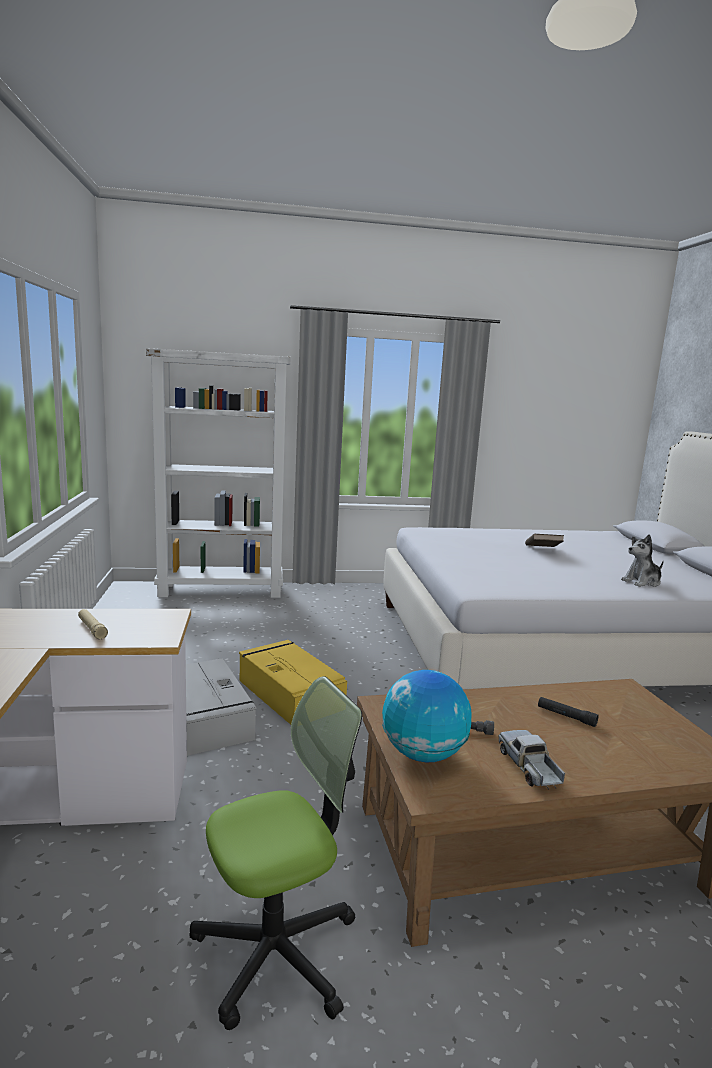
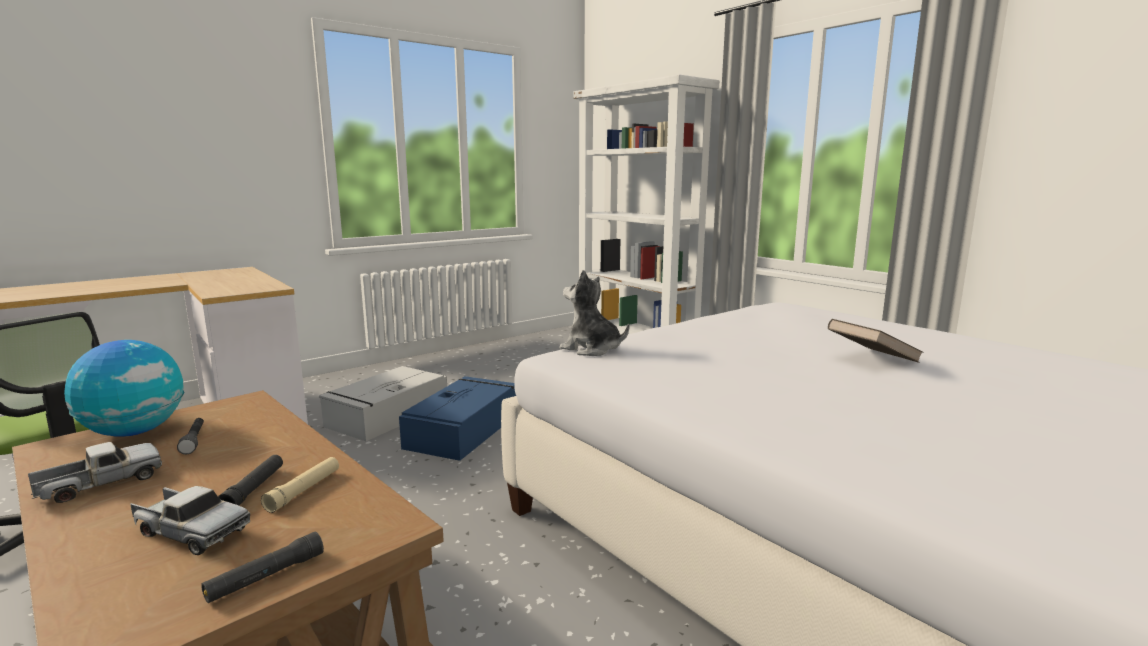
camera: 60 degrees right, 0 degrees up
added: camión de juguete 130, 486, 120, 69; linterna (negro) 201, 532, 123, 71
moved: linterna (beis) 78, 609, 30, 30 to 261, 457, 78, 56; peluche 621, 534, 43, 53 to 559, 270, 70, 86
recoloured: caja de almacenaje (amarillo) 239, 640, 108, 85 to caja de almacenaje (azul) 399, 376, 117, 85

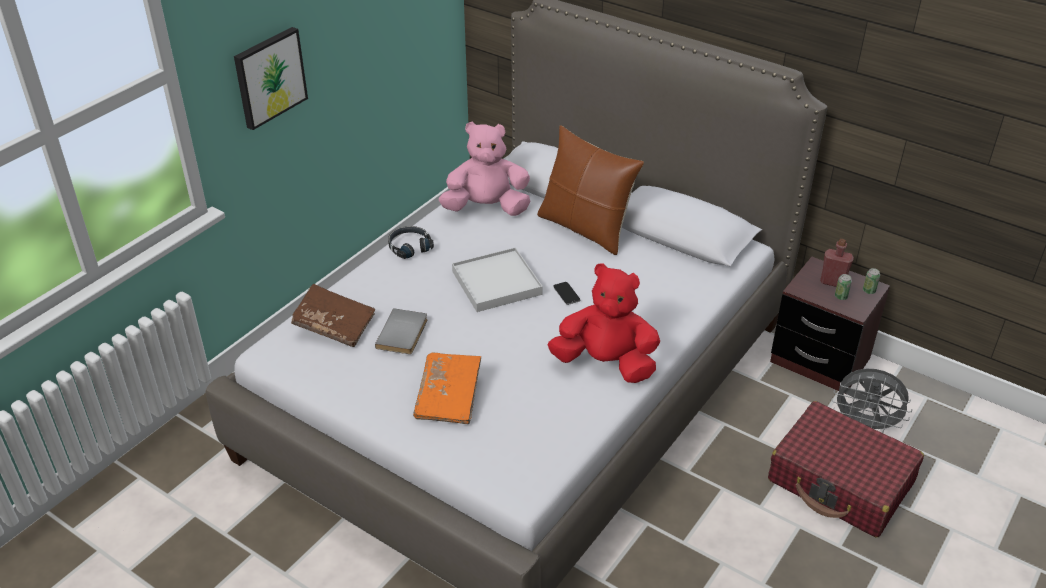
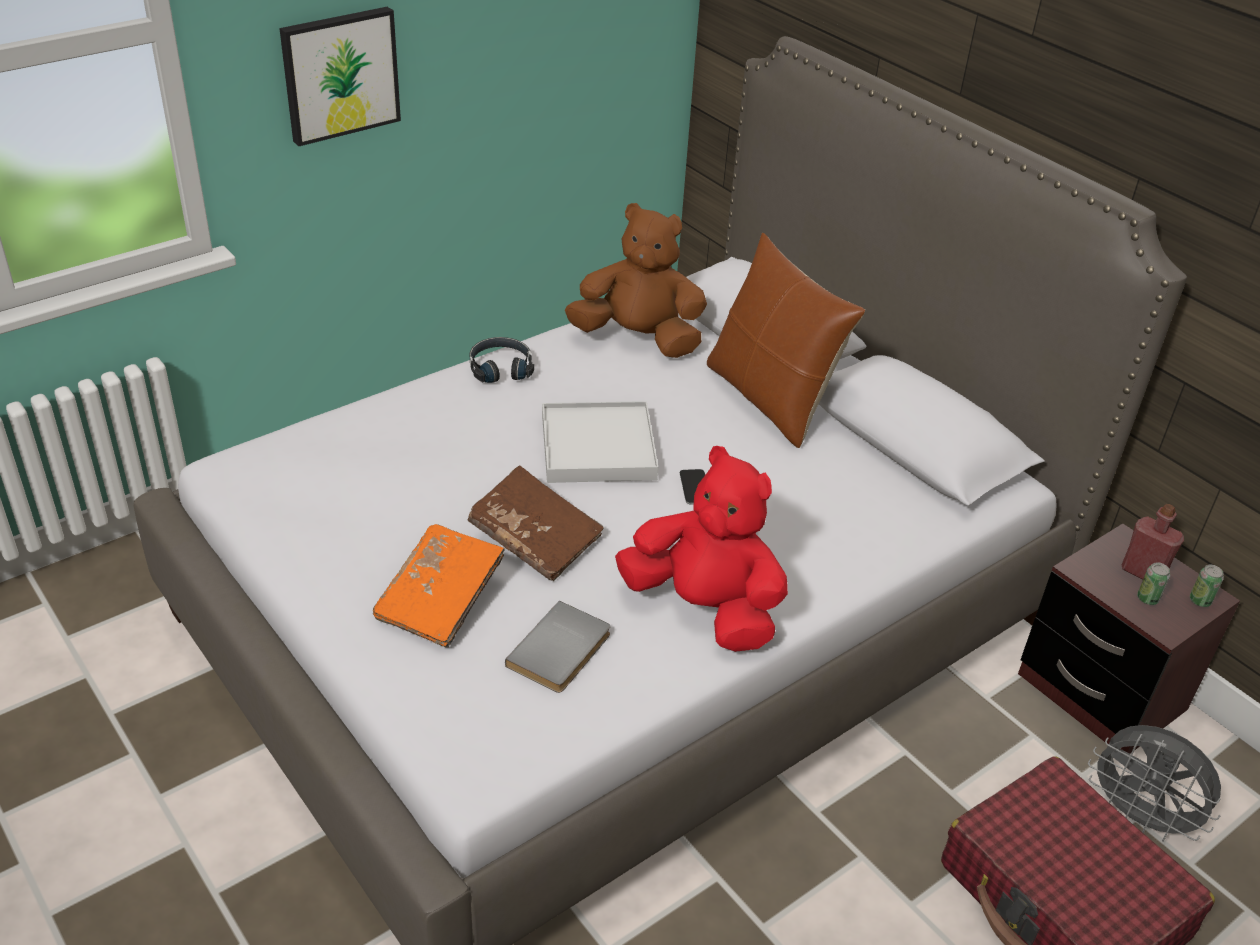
camera: 15 degrees right, 0 degrees up
moved: libro (marrón) 291, 284, 84, 63 to 468, 465, 136, 116; libro (gris) 375, 308, 52, 46 to 505, 601, 105, 92
recoloured: peluche (rosa) 439, 122, 92, 94 to peluche (marrón) 565, 203, 142, 155

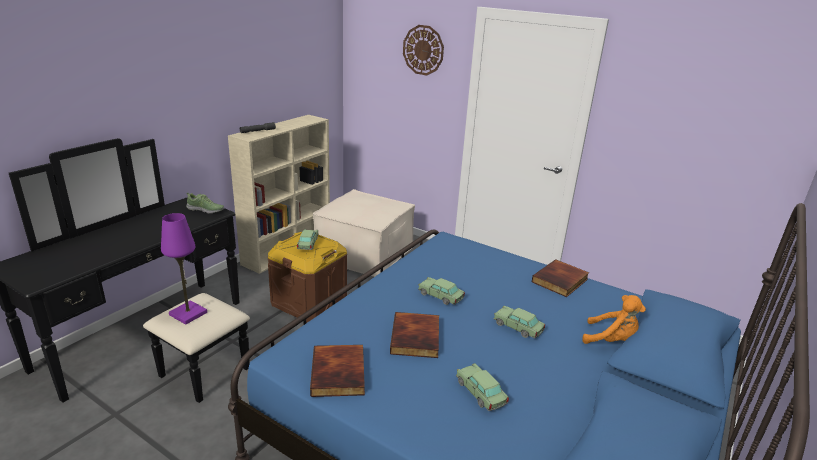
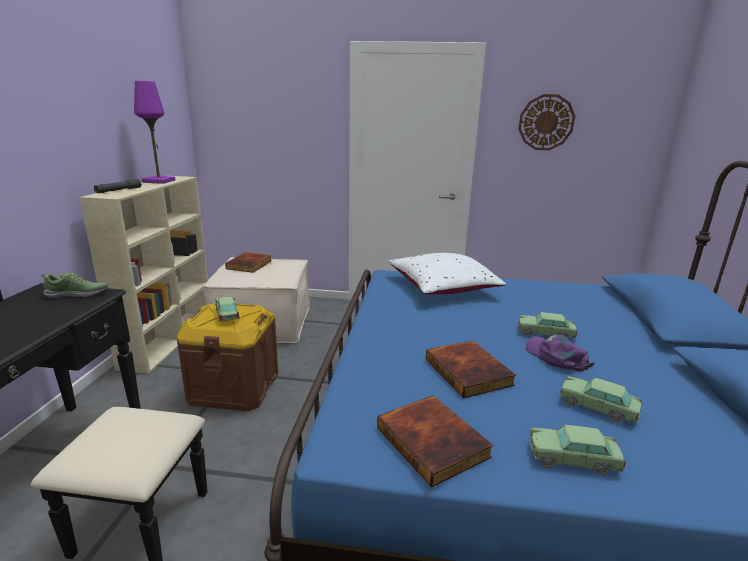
camera: 25 degrees left, 5 degrees down
removed: peluche (naranja) 582, 295, 64, 49
added: cojín (blanco) 389, 253, 117, 42; gorra (morado) 526, 334, 69, 37
moved: lámpara de mesa (morado) 161, 213, 46, 112 to 134, 81, 41, 103; reloj de pared 403, 25, 41, 50 to 518, 94, 57, 56; coche de juguete 418, 277, 47, 28 to 530, 425, 96, 50; libro 532, 259, 57, 38 to 225, 252, 47, 21

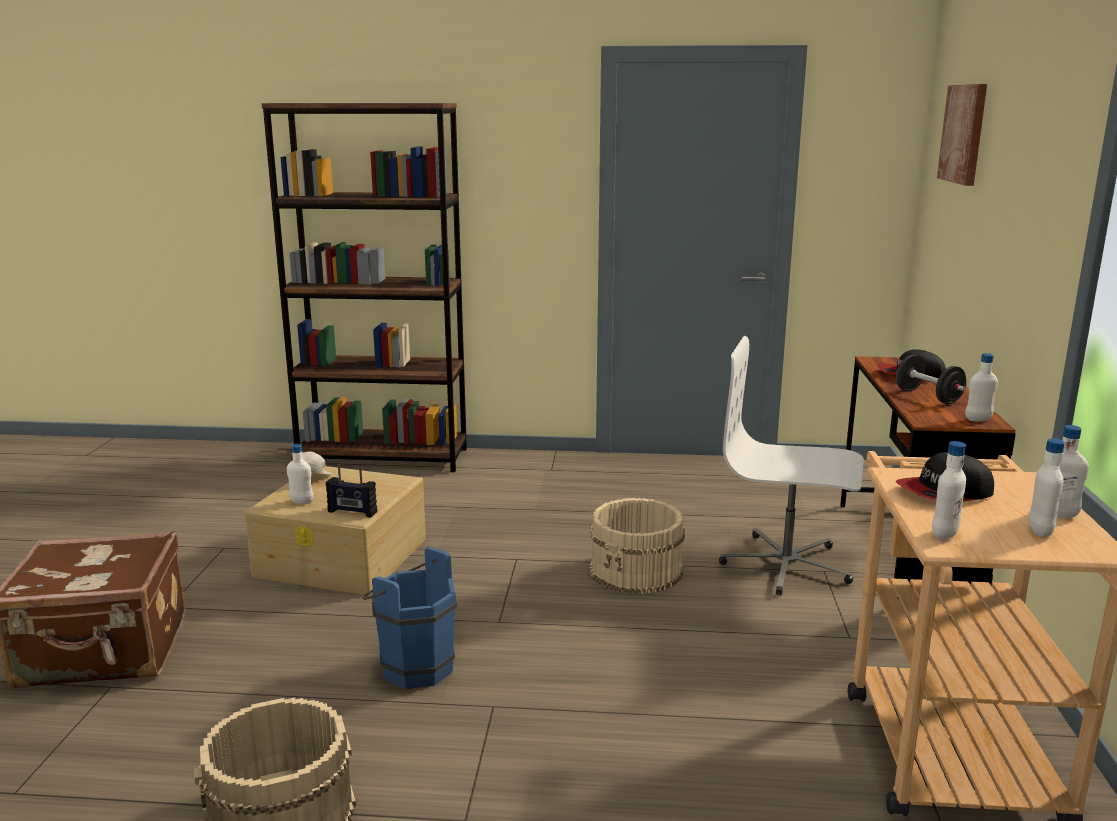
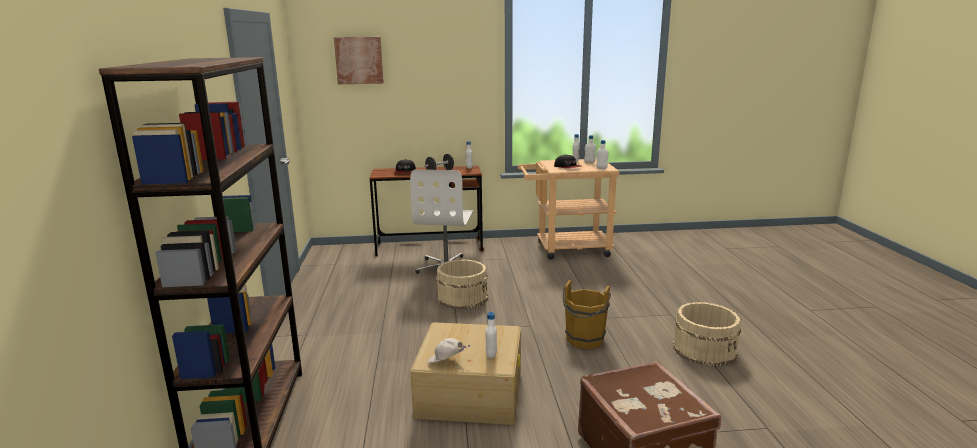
camera: 100 degrees left, 0 degrees up
removed: radio 326, 464, 51, 53
recoloured: cubo (azul) 362, 547, 95, 142 to cubo (marrón) 563, 280, 48, 69

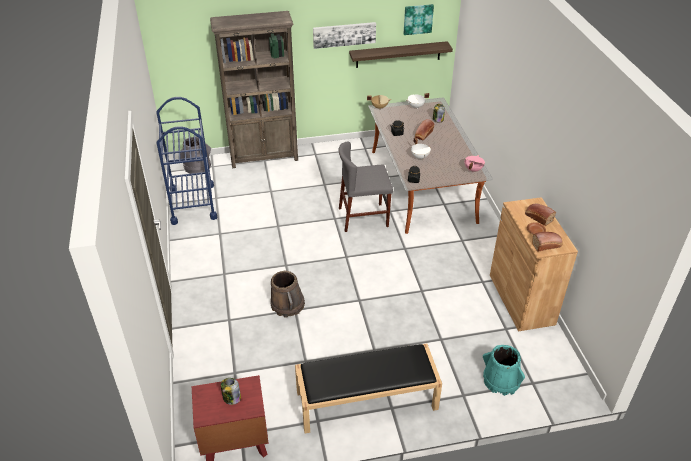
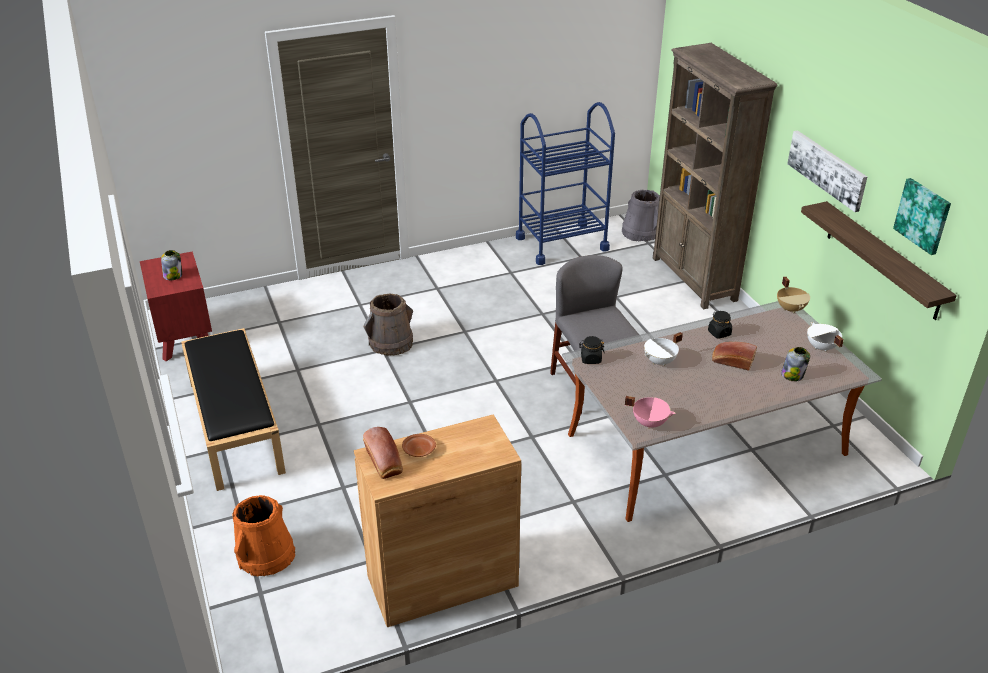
camera: 80 degrees right, 5 degrees down
removed: pan 525, 204, 31, 22
recoloured: cubo (turquesa) 483, 345, 42, 51 to cubo (naranja) 232, 495, 63, 81

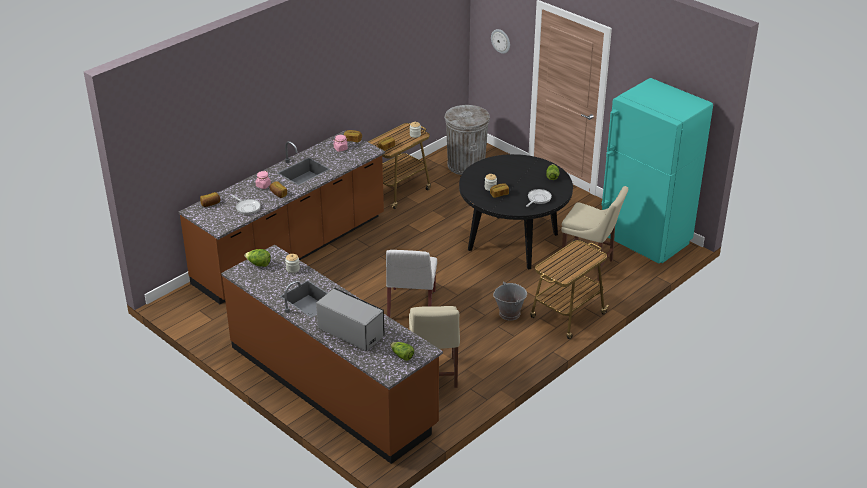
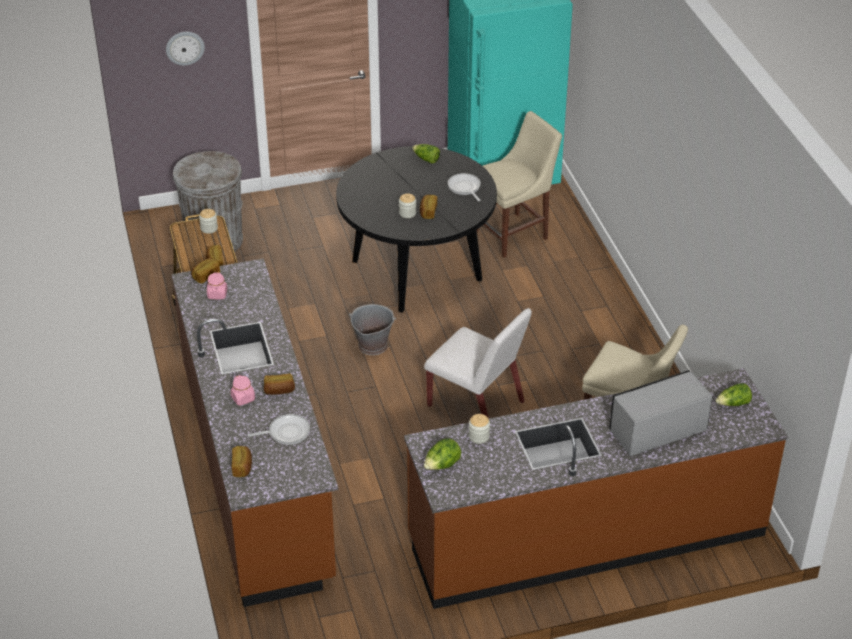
camera: 60 degrees left, 5 degrees up
removed: carrito 530, 240, 79, 99
moved: cubo (gris) 493, 282, 34, 38 to 349, 304, 47, 51

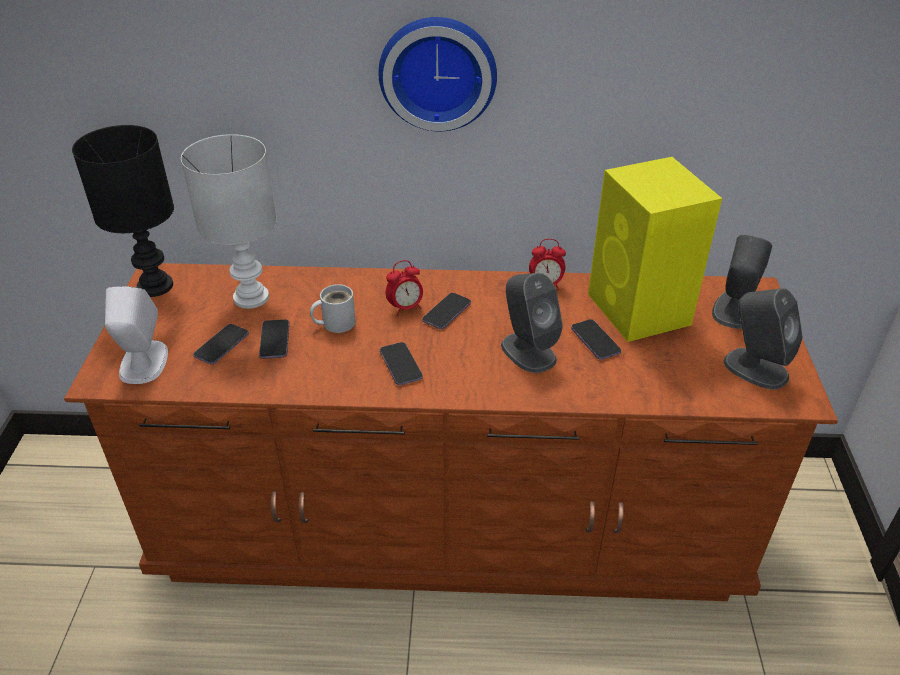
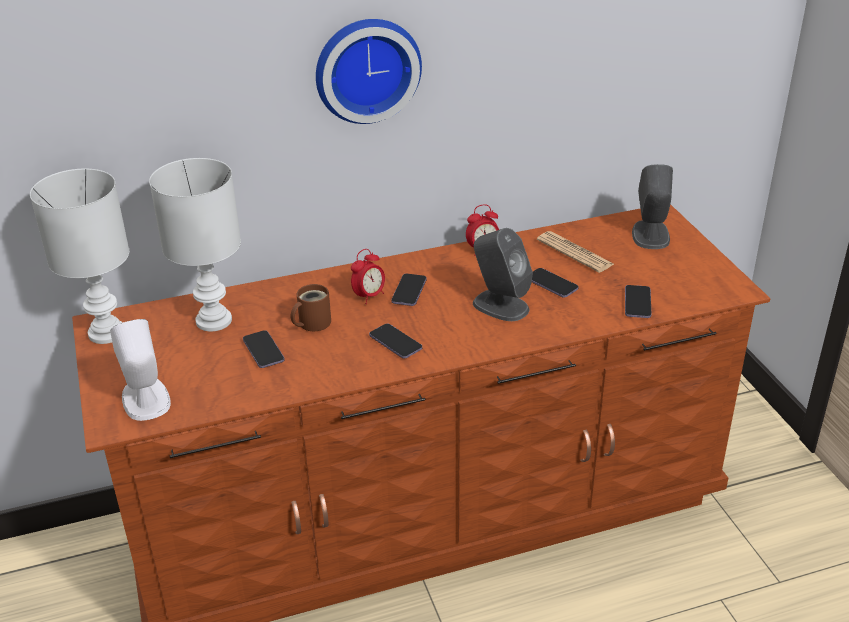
camera: 20 degrees left, 5 degrees down
removed: altavoz (gris) 724, 288, 79, 102
moved: móvil 193, 324, 56, 40 to 625, 285, 27, 33
replaced: altavoz (amarillo) 588, 157, 134, 185 to periódico 537, 231, 77, 42
recoloured: lámpara de mesa (negro) 72, 125, 102, 172 to lámpara de mesa (blanco) 30, 169, 99, 175; taza grande (blanco) 310, 284, 46, 49 to taza grande (marrón) 291, 284, 40, 47

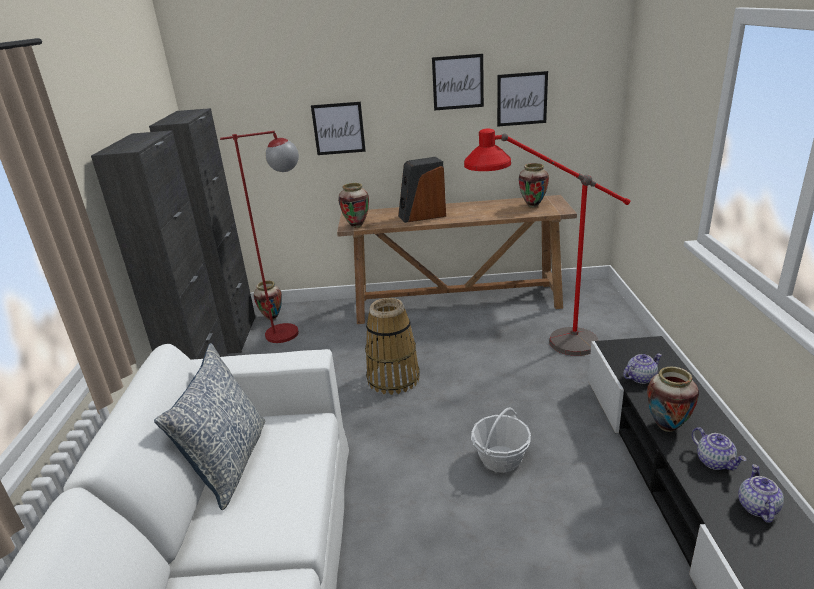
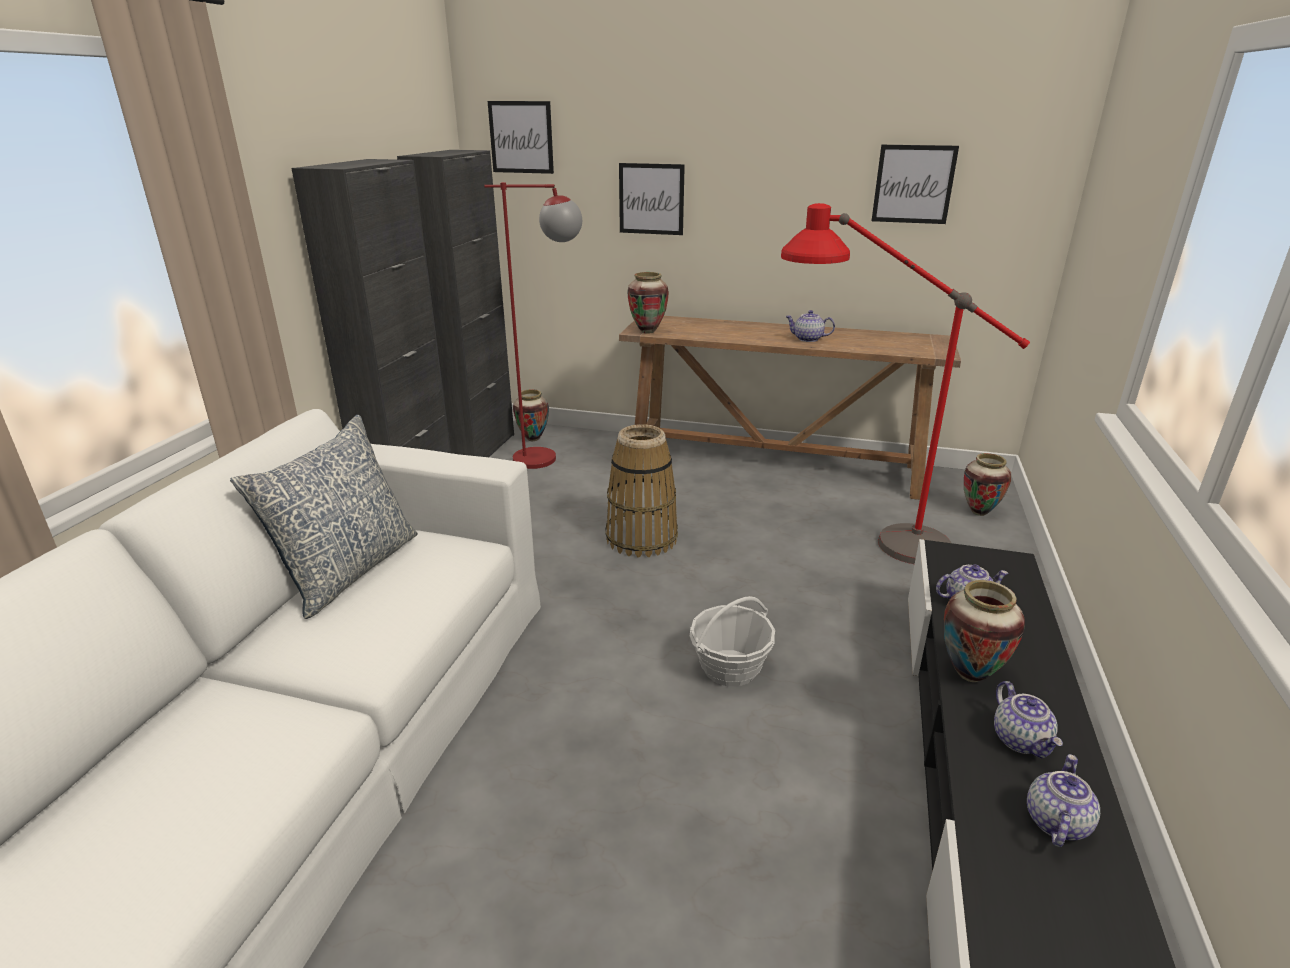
camera: 15 degrees right, 0 degrees up
removed: altavoz 398, 157, 48, 66
added: tetera 785, 310, 50, 32
moved: cuadro 432, 54, 52, 56 to 488, 101, 66, 73; florero 519, 163, 30, 44 to 964, 453, 47, 63

